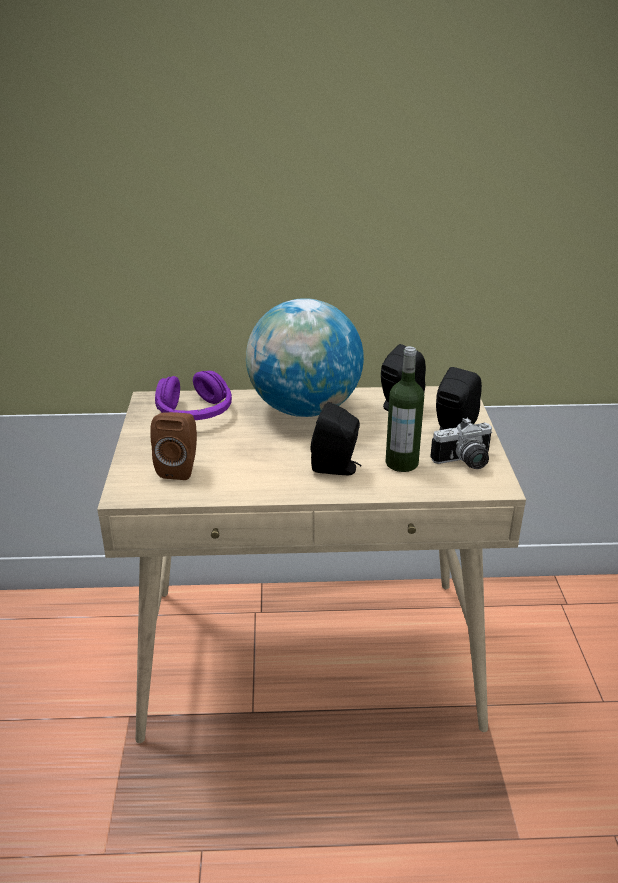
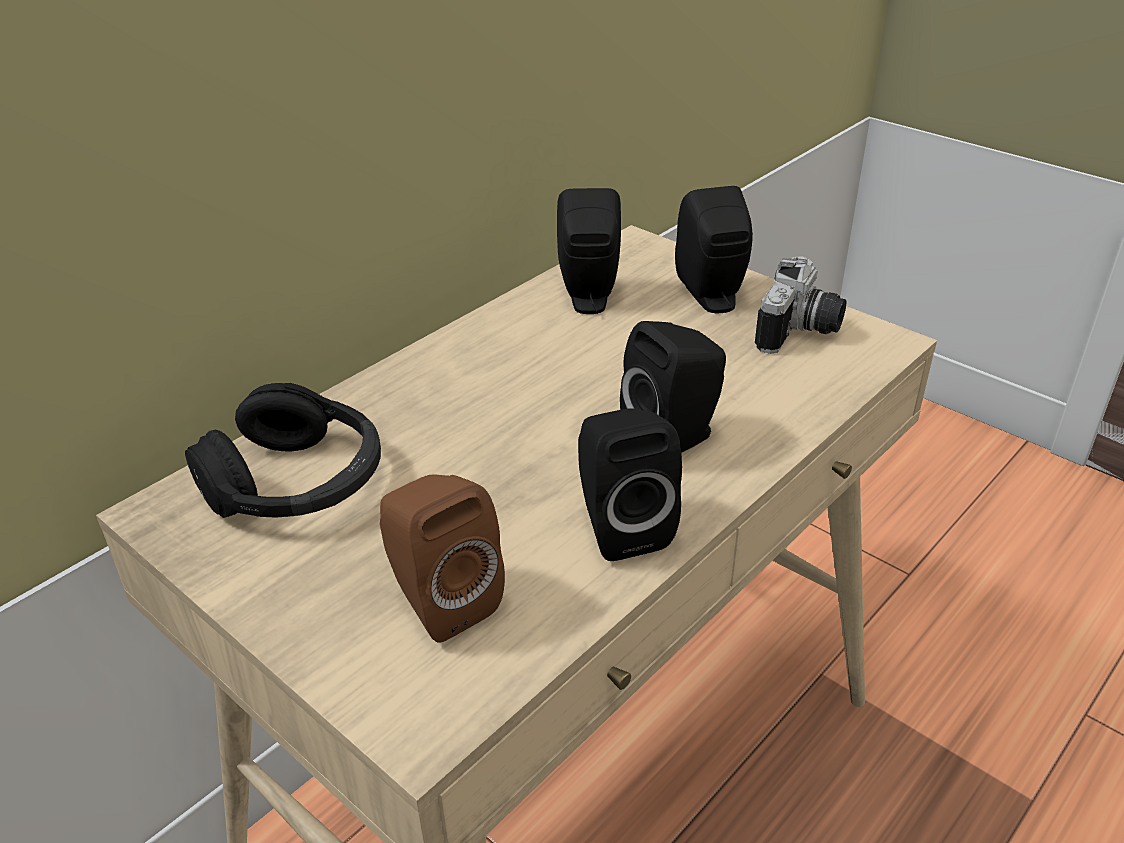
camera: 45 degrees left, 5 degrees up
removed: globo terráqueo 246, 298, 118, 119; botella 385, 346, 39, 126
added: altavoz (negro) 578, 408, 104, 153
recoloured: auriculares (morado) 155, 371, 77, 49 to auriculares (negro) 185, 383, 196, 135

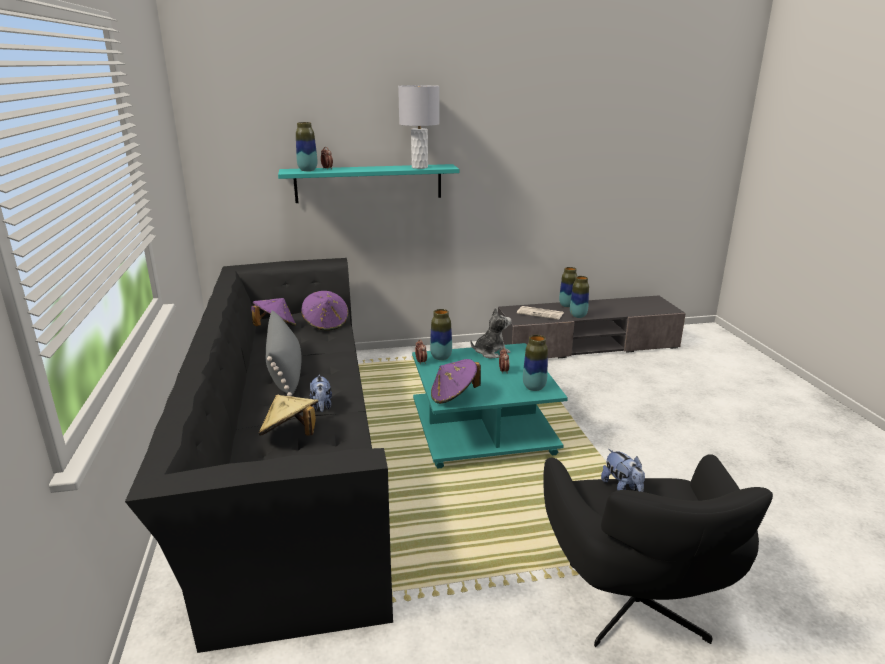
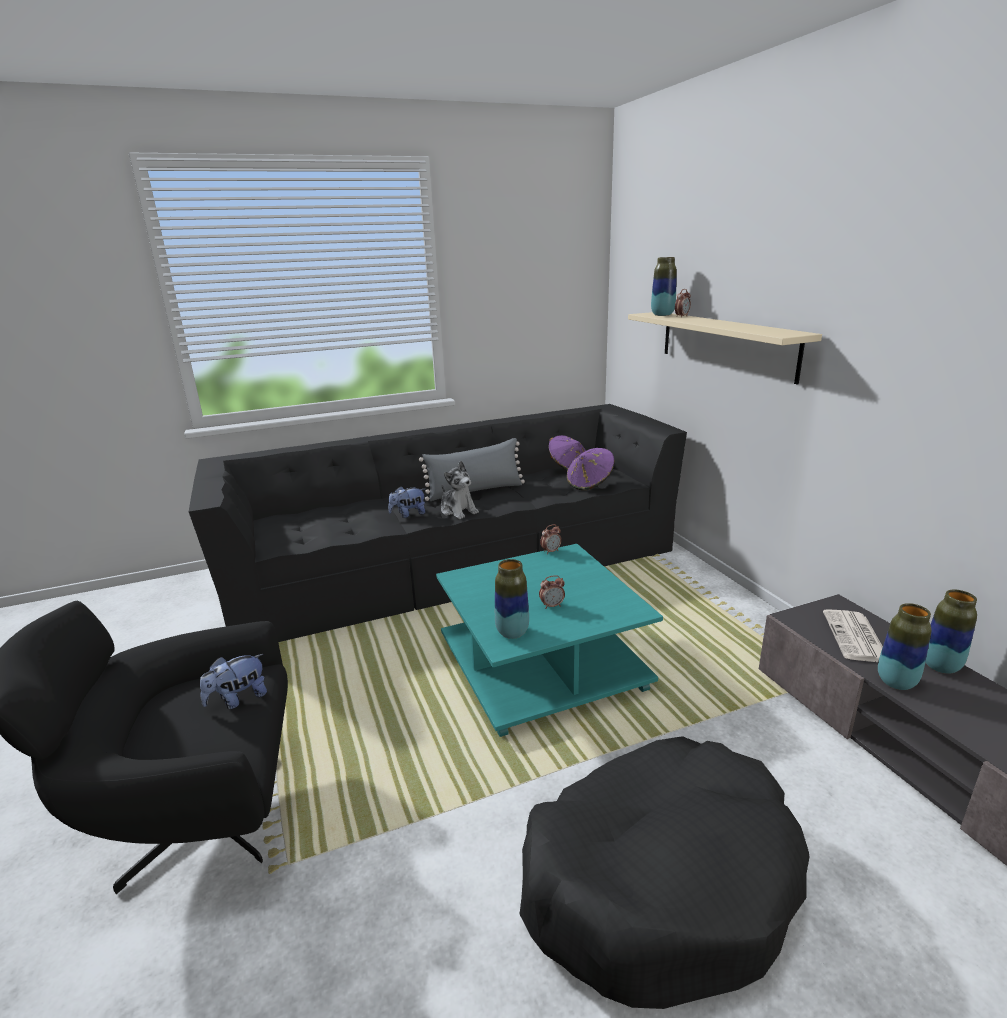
camera: 80 degrees right, 0 degrees up
removed: sombrero (beis) 258, 395, 60, 41; lámpara de mesa (gris) 398, 85, 42, 84; florero 430, 309, 22, 51; sombrero (morado) 431, 359, 50, 45
added: cama para perro (negro) 520, 736, 290, 273
moved: peluche 470, 308, 41, 50 to 441, 461, 38, 58
recoloured: estante (turquesa) 278, 164, 181, 39 to estante (beis) 628, 312, 194, 73

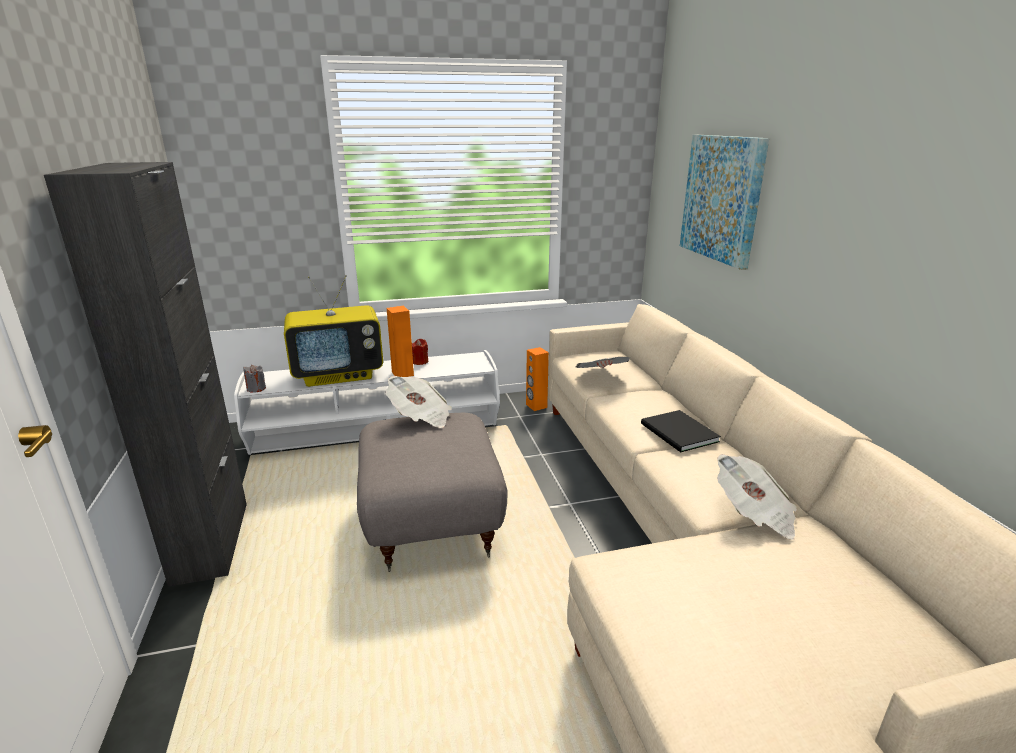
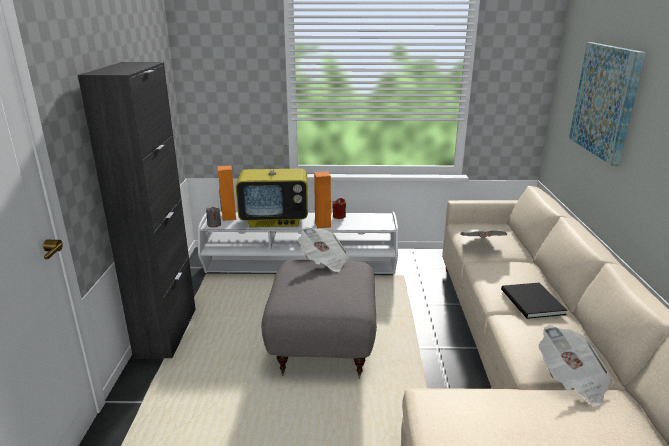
camera: 15 degrees right, 0 degrees up
moved: altavoz (naranja) 526, 347, 23, 64 to 218, 165, 18, 56

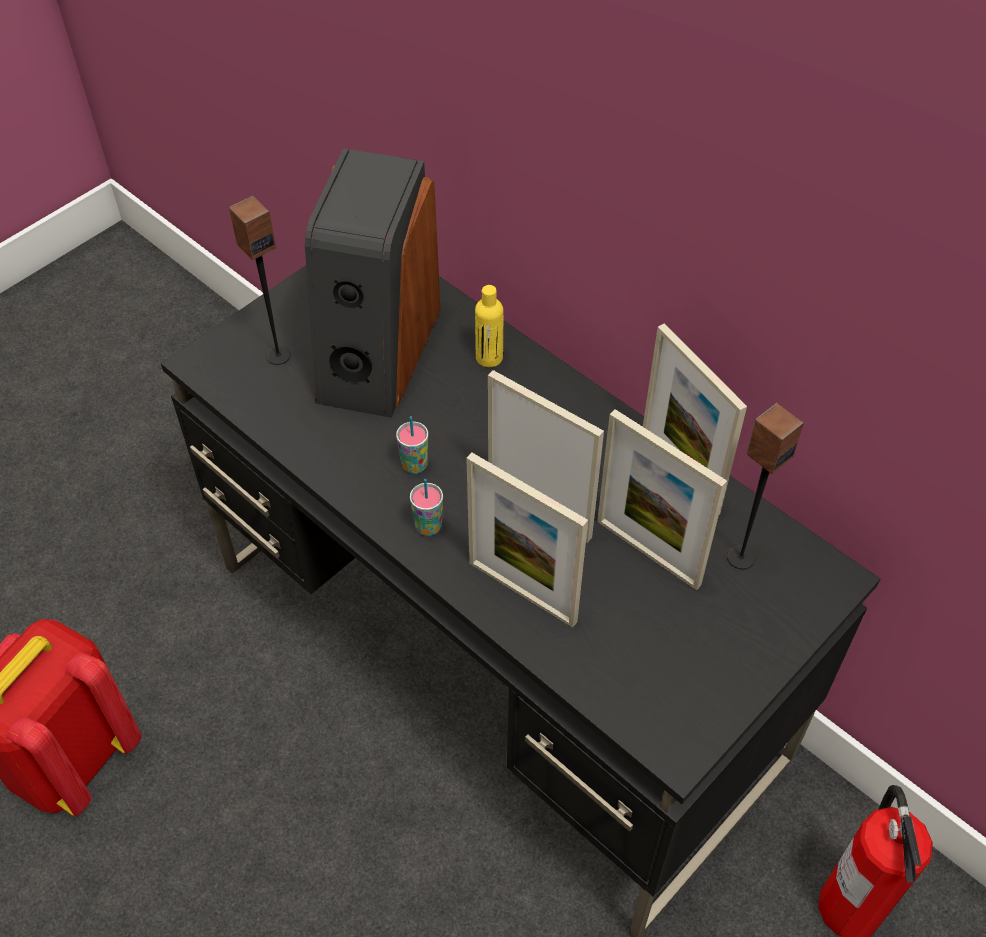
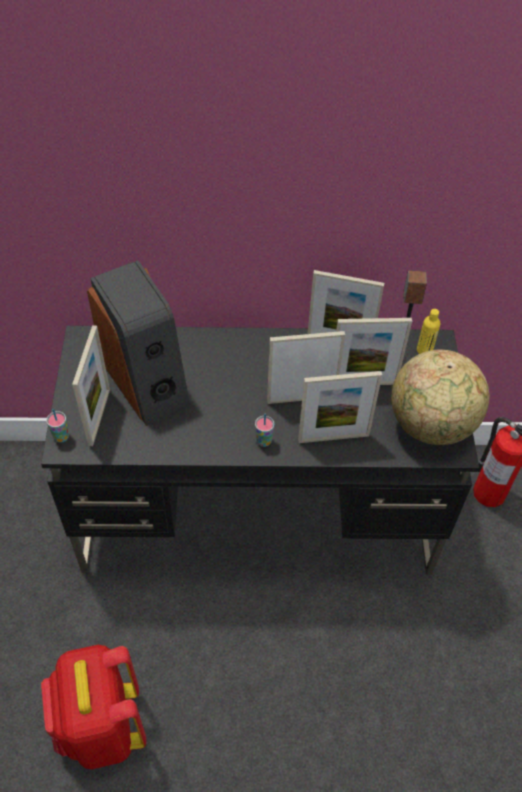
camera: 45 degrees left, 0 degrees up
added: globo terráqueo 391, 350, 99, 95
moved: taza 396, 416, 32, 58 to 46, 409, 23, 34; botella (amarillo) 475, 285, 28, 82 to 417, 309, 23, 45
replaced: altavoz 229, 196, 62, 169 to portarretratos 72, 325, 38, 121

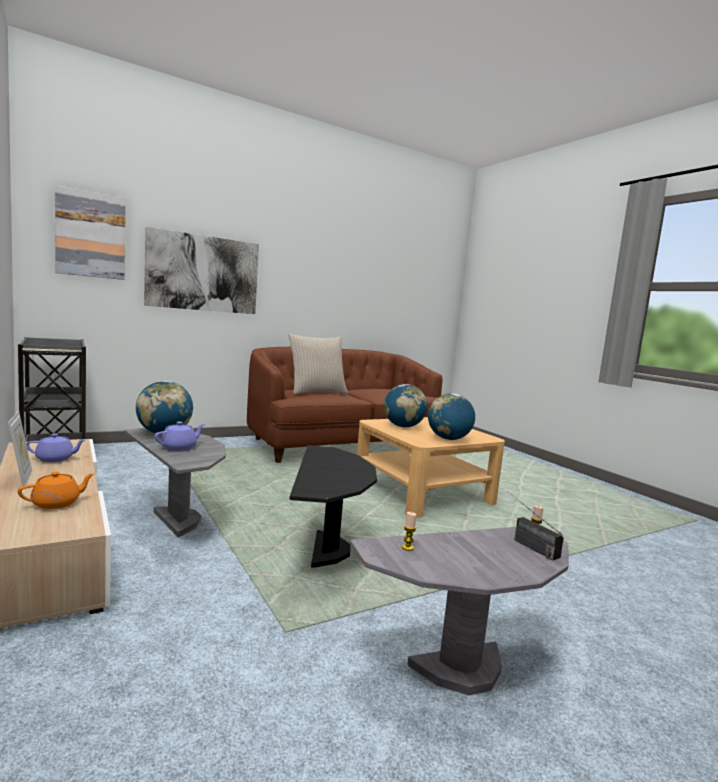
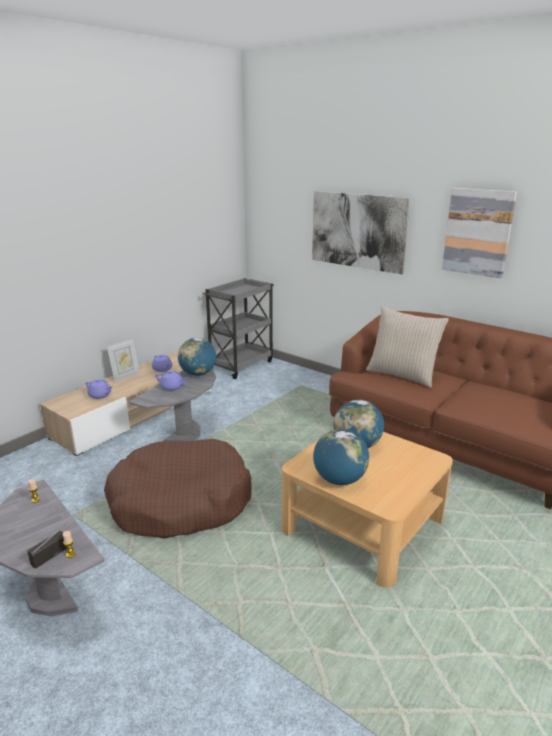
camera: 70 degrees right, 15 degrees up
moved: cuadro 55, 185, 71, 95 to 442, 188, 75, 90
replaced: mesa auxiliar (negro) 290, 445, 87, 123 to cama para perro (marrón) 104, 439, 148, 100
recoloured: tetera (naranja) 18, 472, 77, 37 to tetera (morado) 86, 379, 26, 20

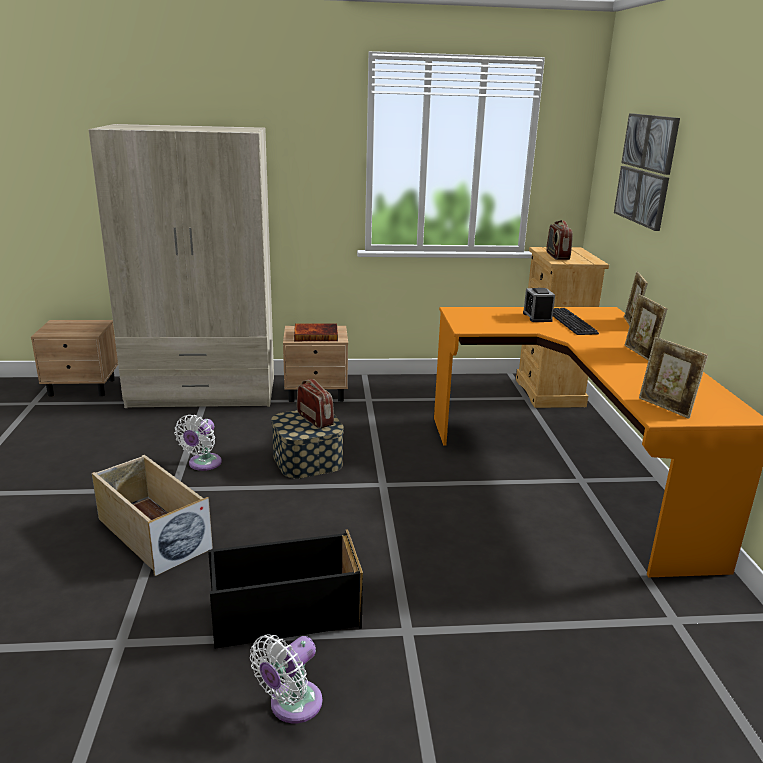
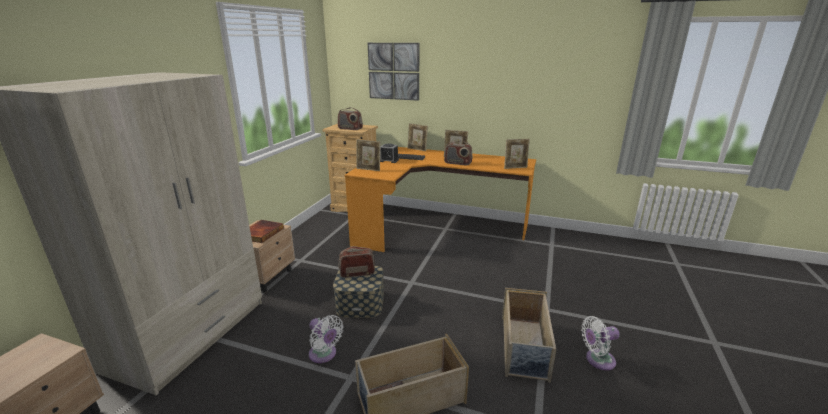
camera: 65 degrees left, 0 degrees up
added: portarretratos 356, 139, 25, 32; radio 444, 141, 28, 24
recoloured: caja de almacenaje (negro) 208, 529, 155, 120 to caja de almacenaje (beis) 502, 288, 54, 95
turned: ventilador (blanco) 250, 634, 72, 89 = 581, 316, 39, 54 105 degrees clockwise

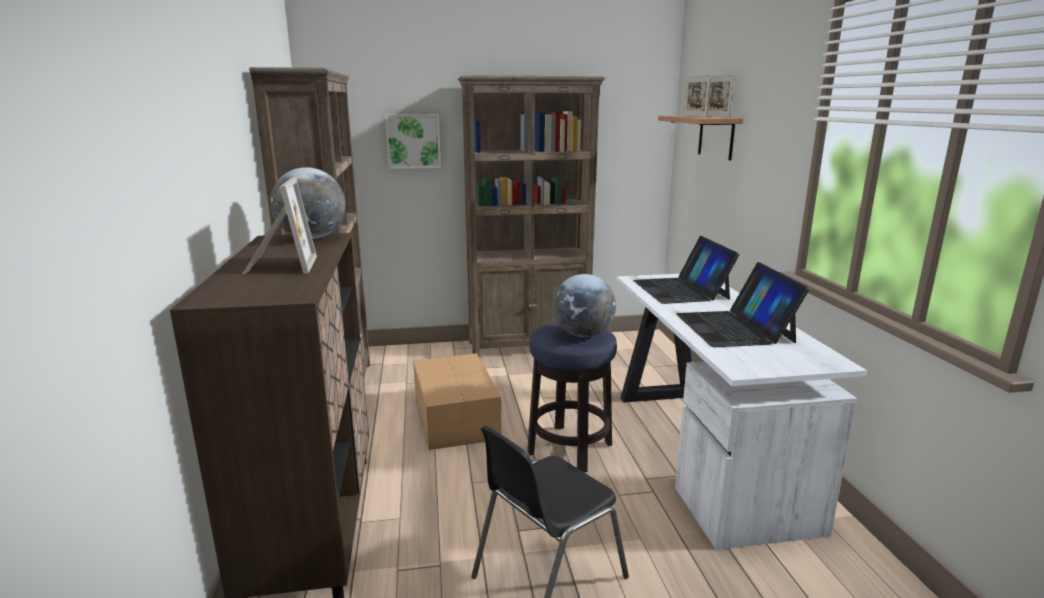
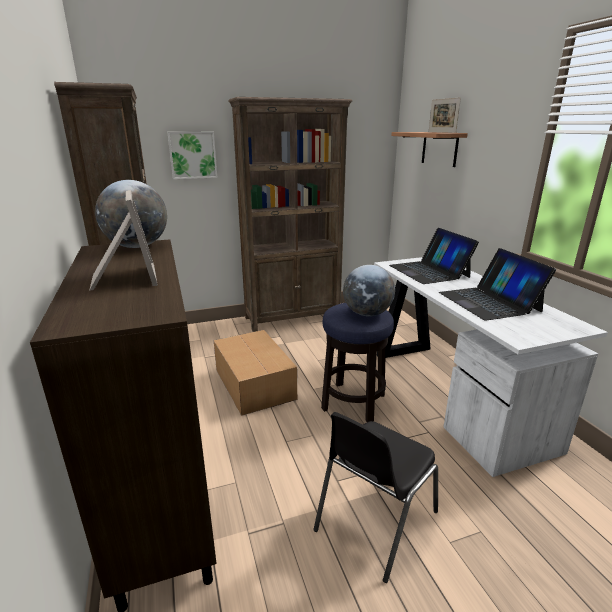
camera: 10 degrees left, 5 degrees up
removed: portarretratos 684, 75, 27, 42

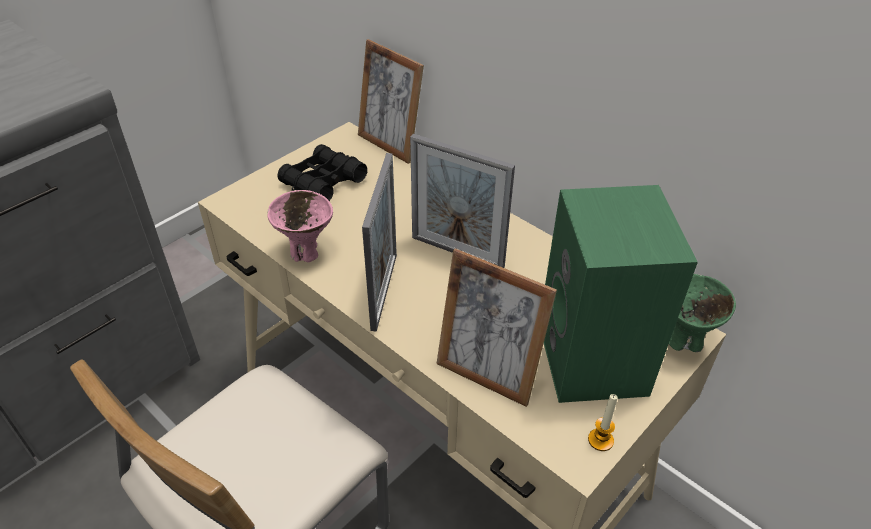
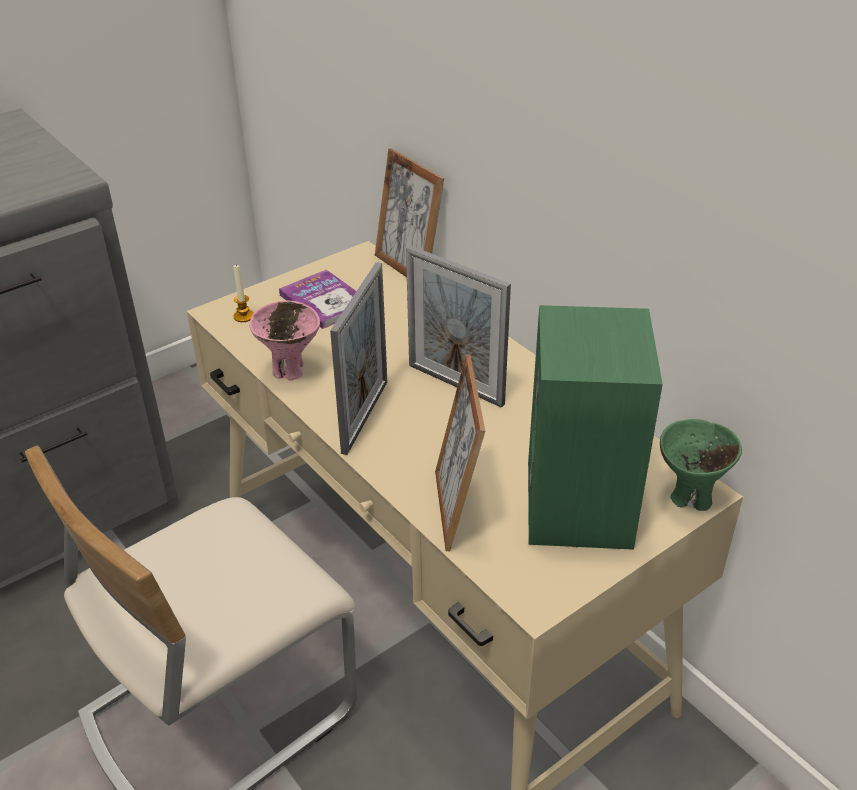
camera: 10 degrees right, 5 degrees down
moved: vela 588, 394, 30, 57 to 233, 265, 21, 57
replaced: prismáticos (negro) 277, 144, 90, 57 to libro 279, 269, 77, 60
turned: portarretratos 436, 248, 121, 159 = 435, 354, 50, 197 45 degrees clockwise

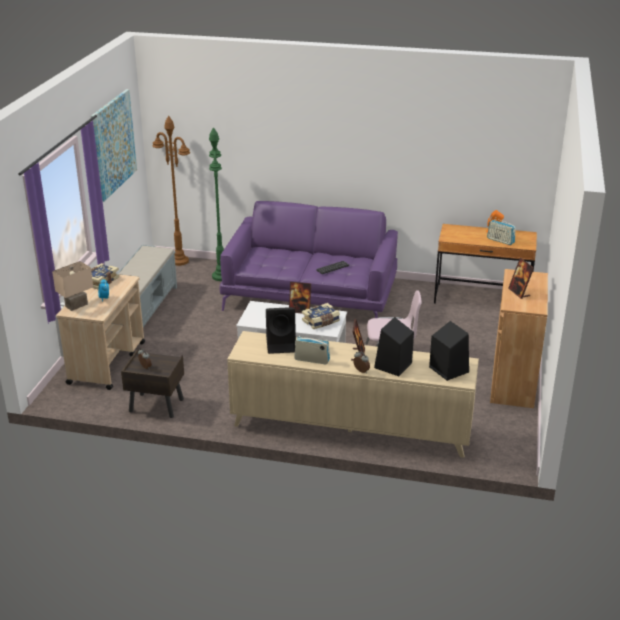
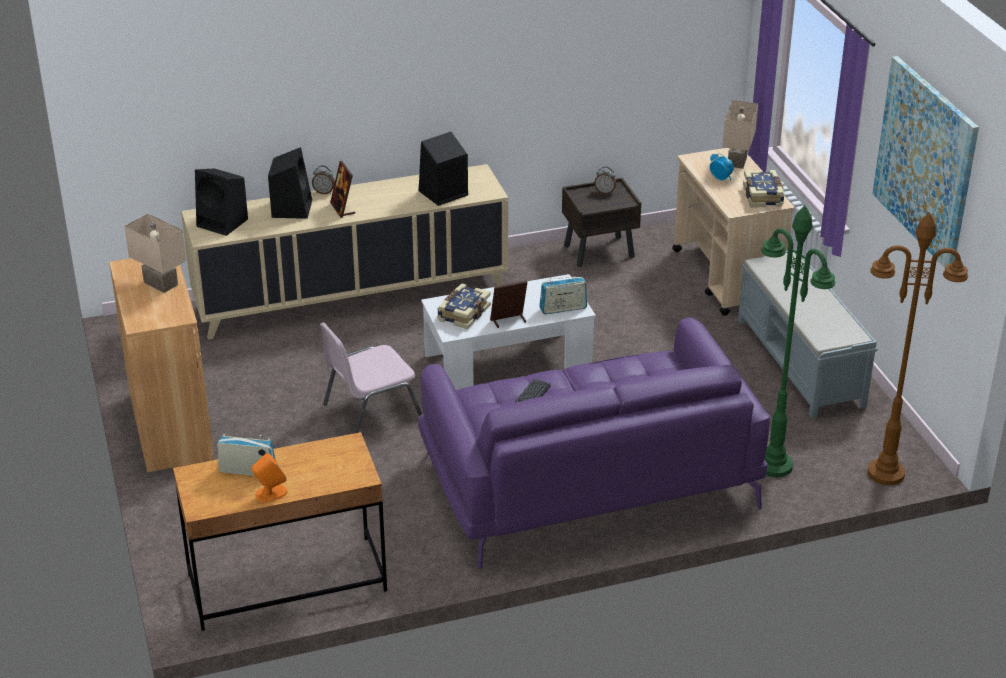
camera: 150 degrees right, 5 degrees up
moved: radio 294, 336, 36, 28 to 539, 277, 48, 37
replaced: portarretratos 508, 258, 26, 41 to lámpara de mesa (beis) 124, 214, 62, 79

